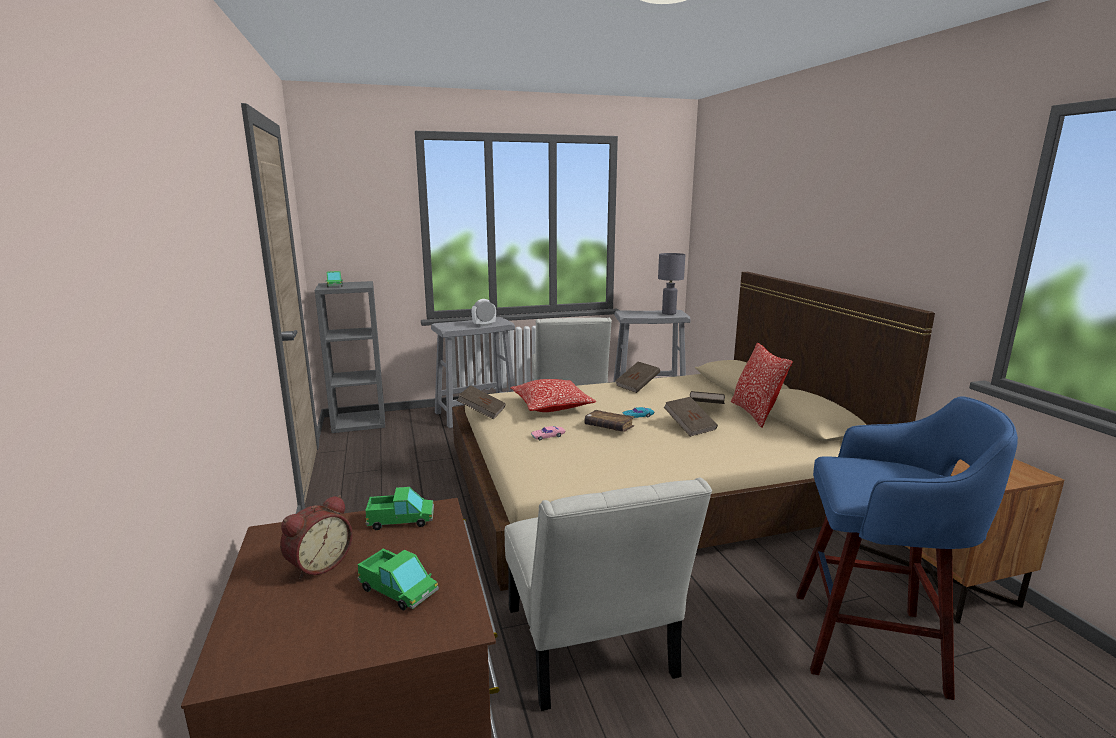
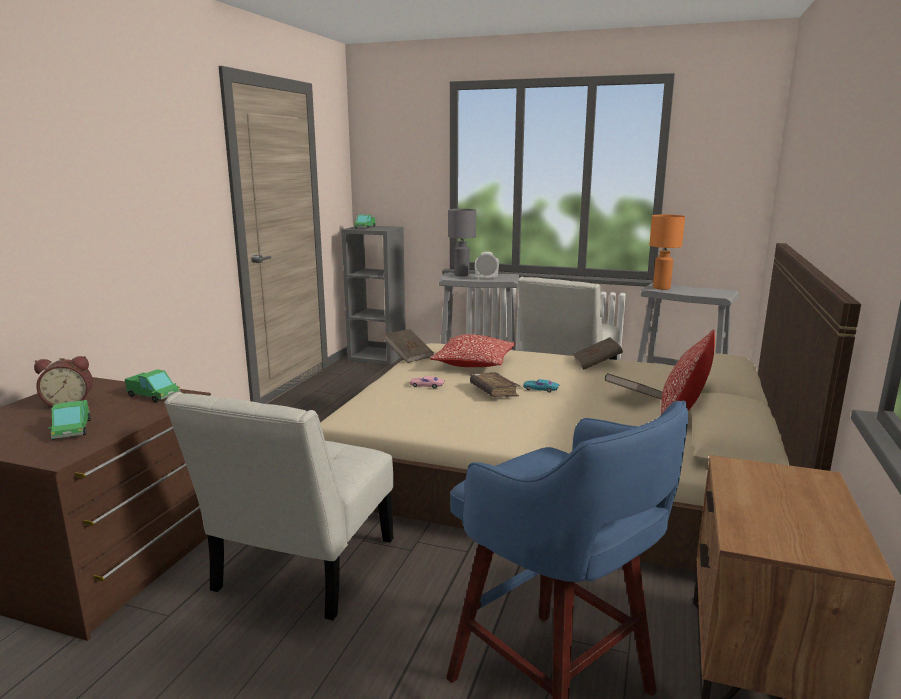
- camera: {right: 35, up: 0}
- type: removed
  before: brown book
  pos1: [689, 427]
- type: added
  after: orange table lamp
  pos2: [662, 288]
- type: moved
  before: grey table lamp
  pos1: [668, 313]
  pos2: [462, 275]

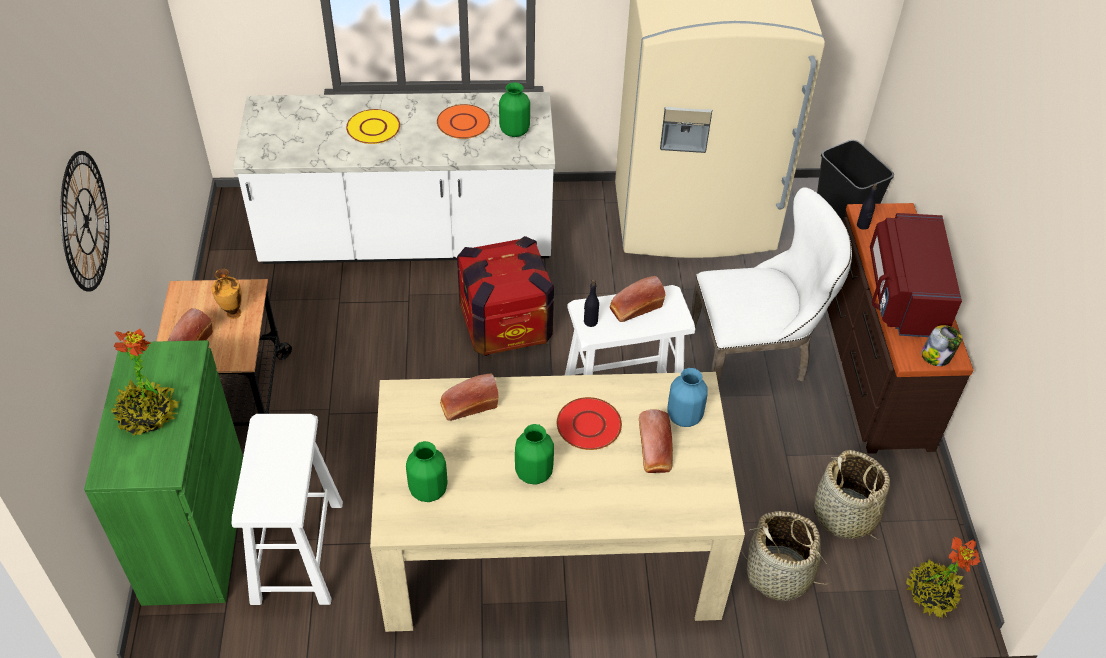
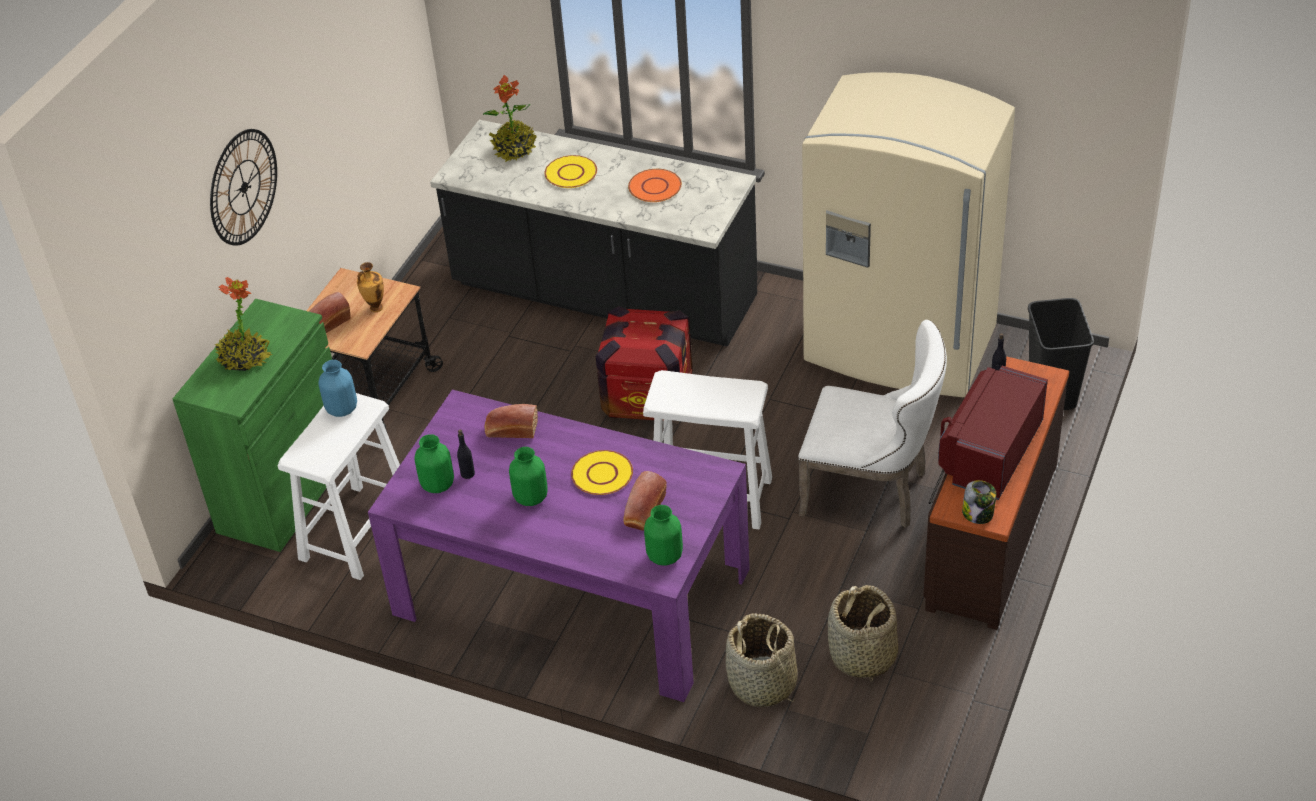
- camera: {right: 30, up: -5}
- type: removed
  before: bread
  pos1: [635, 308]
- type: moved
  before: green vase
  pos1: [514, 131]
  pos2: [664, 556]
- type: moved
  before: black bottle
  pos1: [590, 321]
  pos2: [467, 473]
- type: moved
  before: blue vase
  pos1: [683, 416]
  pos2: [341, 409]
- type: moved
  before: potted plant
  pos1: [931, 594]
  pos2: [514, 149]
- type: recoloured
  before: white counter
  after: black counter
  pos1: [407, 239]
  pos2: [603, 295]
- type: recoloured
  before: beige dining table
  after: purple dining table
  pos1: [550, 543]
  pos2: [572, 591]
- type: recoloured
  before: red plate
  after: yellow plate
  pos1: [588, 425]
  pos2: [601, 474]

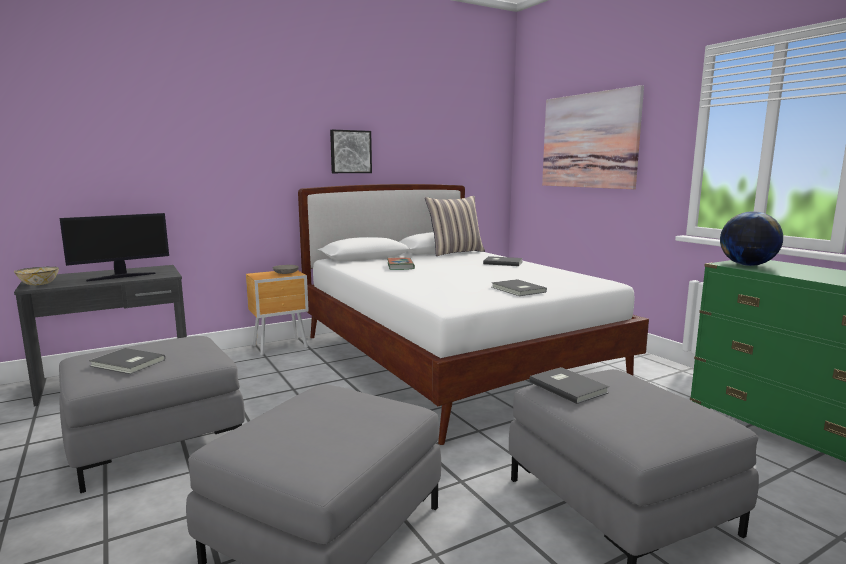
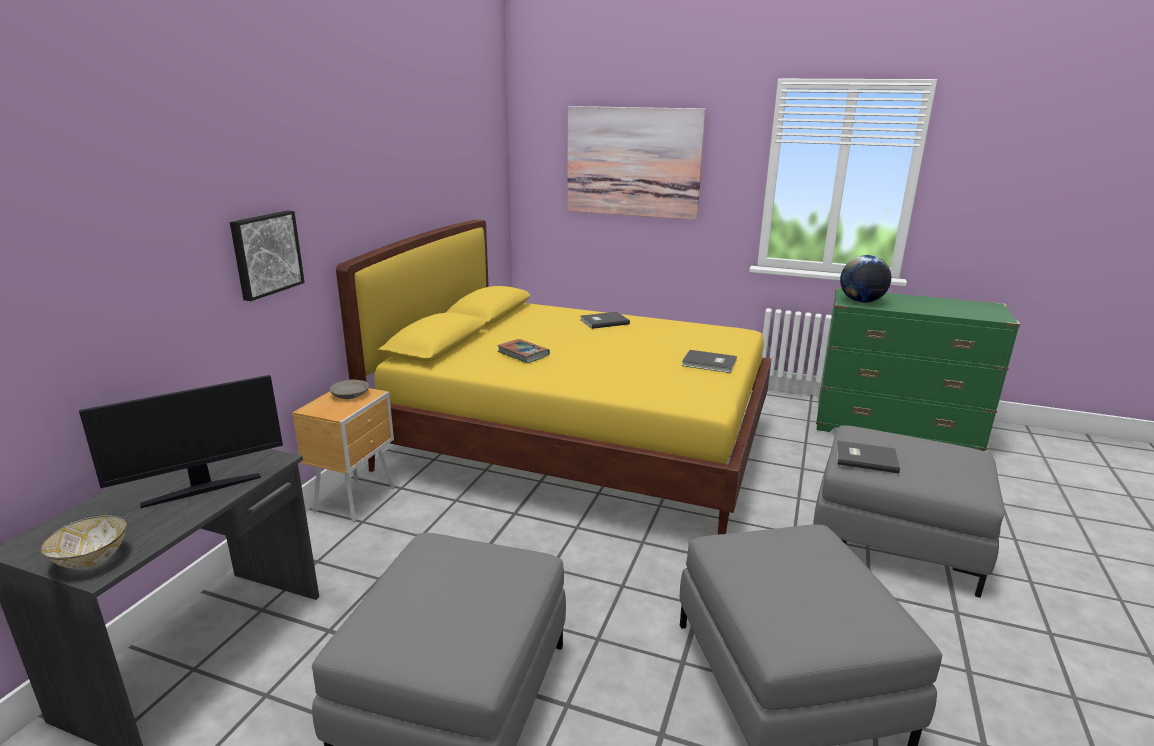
- camera: {right: -40, up: 10}
- type: removed
  before: grey book
  pos1: [127, 363]
- type: removed
  before: pillow
  pos1: [455, 252]
- type: moved
  before: picture
  pos1: [350, 152]
  pos2: [265, 254]
- type: recoloured
  before: white bed
  after: yellow bed
  pos1: [452, 359]
  pos2: [577, 445]
- type: turned
  before: monitor
  pos1: [121, 276]
  pos2: [202, 489]
  turn: 45

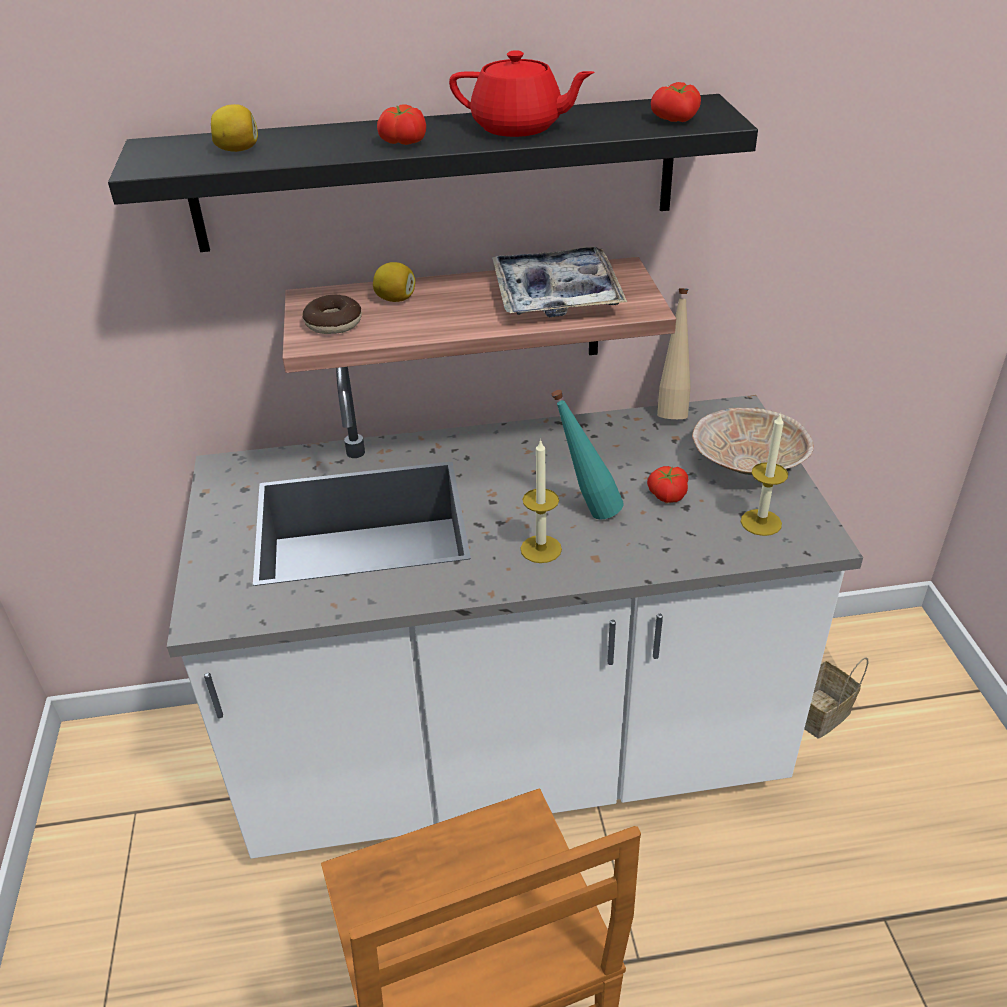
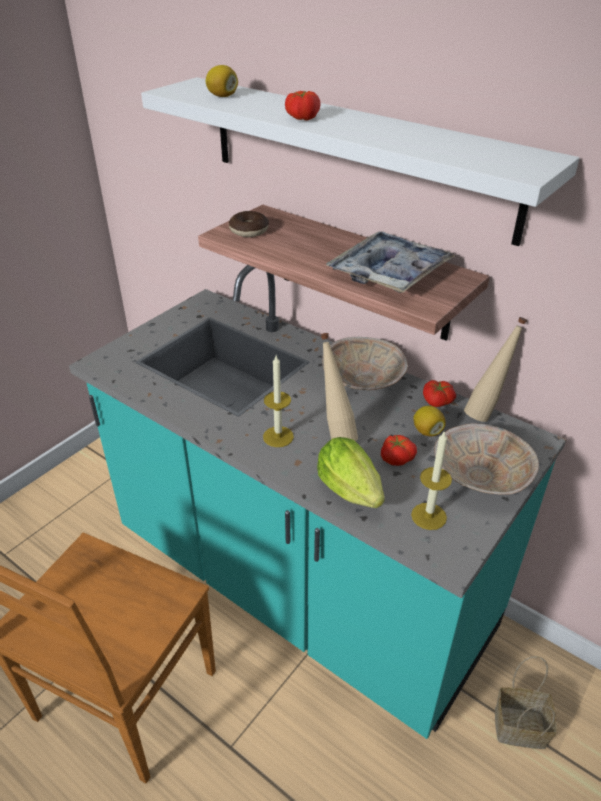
- camera: {right: 45, up: 0}
- type: removed
  before: red teapot
  pos1: [519, 128]
- type: added
  after: lettuce
  pos2: [352, 493]
- type: added
  after: beige bowl
  pos2: [363, 381]
- type: moved
  before: lemon
  pos1: [395, 299]
  pos2: [427, 431]
- type: moved
  before: tomato
  pos1: [676, 120]
  pos2: [437, 402]
- type: recoloured
  before: black shelf
  after: white shelf
  pos1: [436, 174]
  pos2: [355, 155]
- type: recoloured
  before: white counter
  after: turquoise counter
  pos1: [512, 756]
  pos2: [300, 583]
- type: recoloured
  before: turquoise bottle
  after: beige bottle
  pos1: [586, 511]
  pos2: [335, 434]

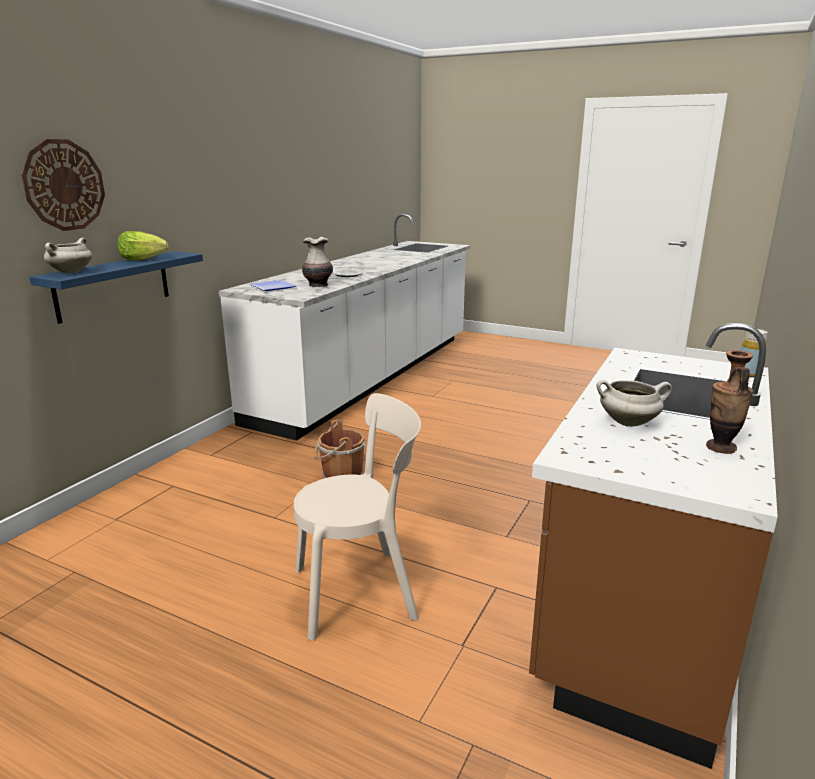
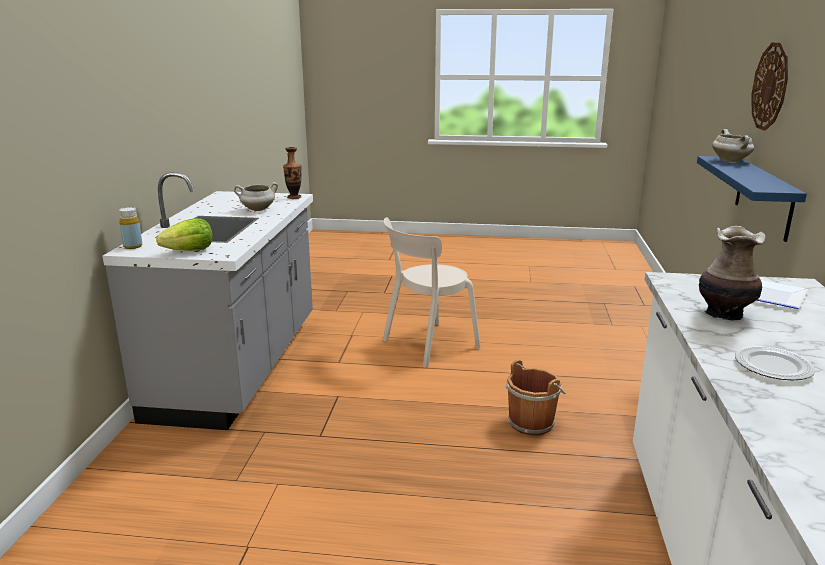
- camera: {right: 160, up: 0}
- type: moved
  before: lettuce
  pos1: [142, 260]
  pos2: [190, 251]
- type: moved
  before: vase
  pos1: [721, 447]
  pos2: [294, 197]
- type: recoloured
  before: brown counter
  after: grey counter
  pos1: [638, 609]
  pos2: [239, 367]

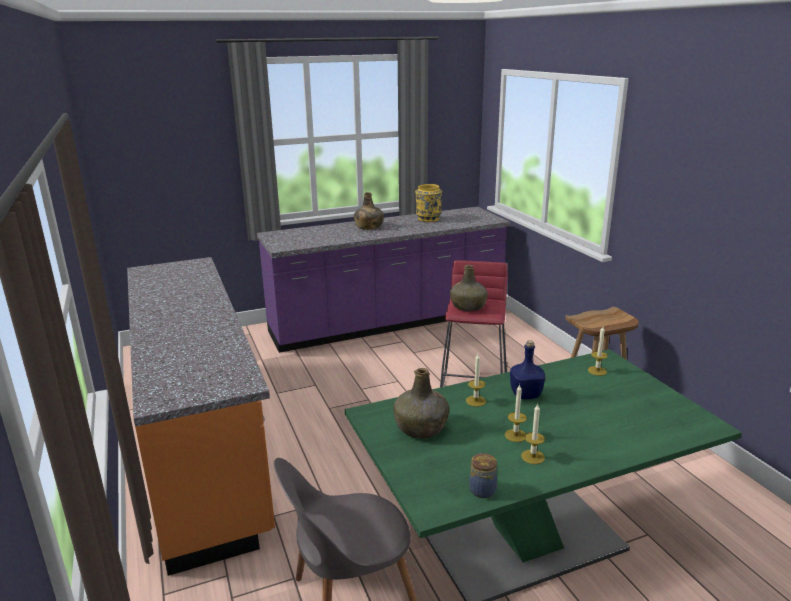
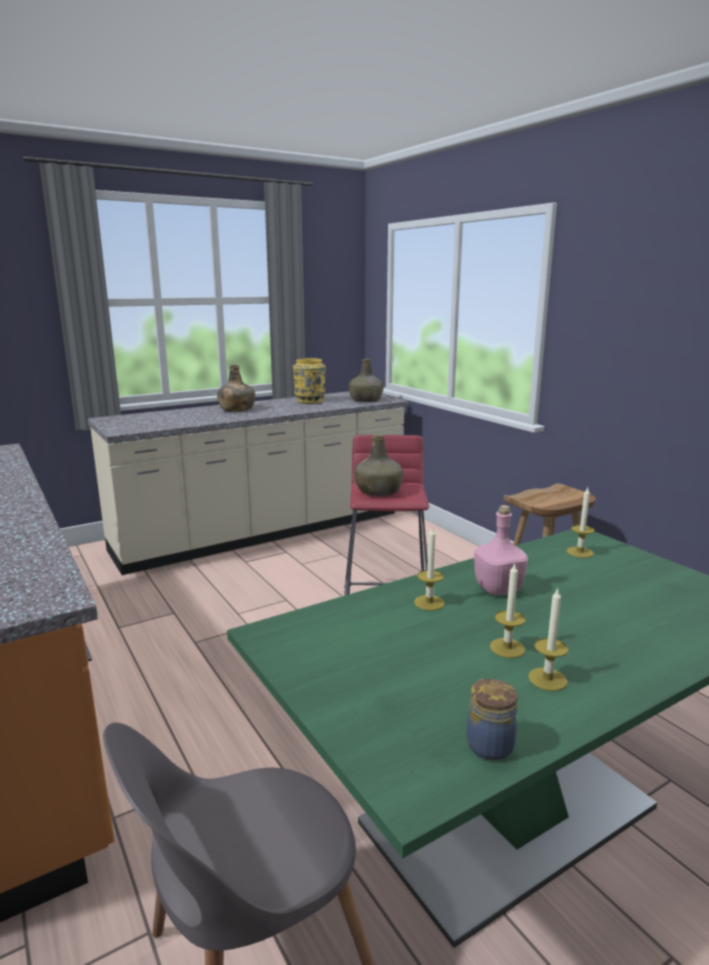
- camera: {right: -10, up: -5}
- type: moved
  before: green bottle
  pos1: [421, 428]
  pos2: [366, 400]
- type: recoloured
  before: purple counter
  after: beige counter
  pos1: [387, 323]
  pos2: [264, 533]
- type: recoloured
  before: blue bottle
  after: pink bottle
  pos1: [525, 395]
  pos2: [497, 589]

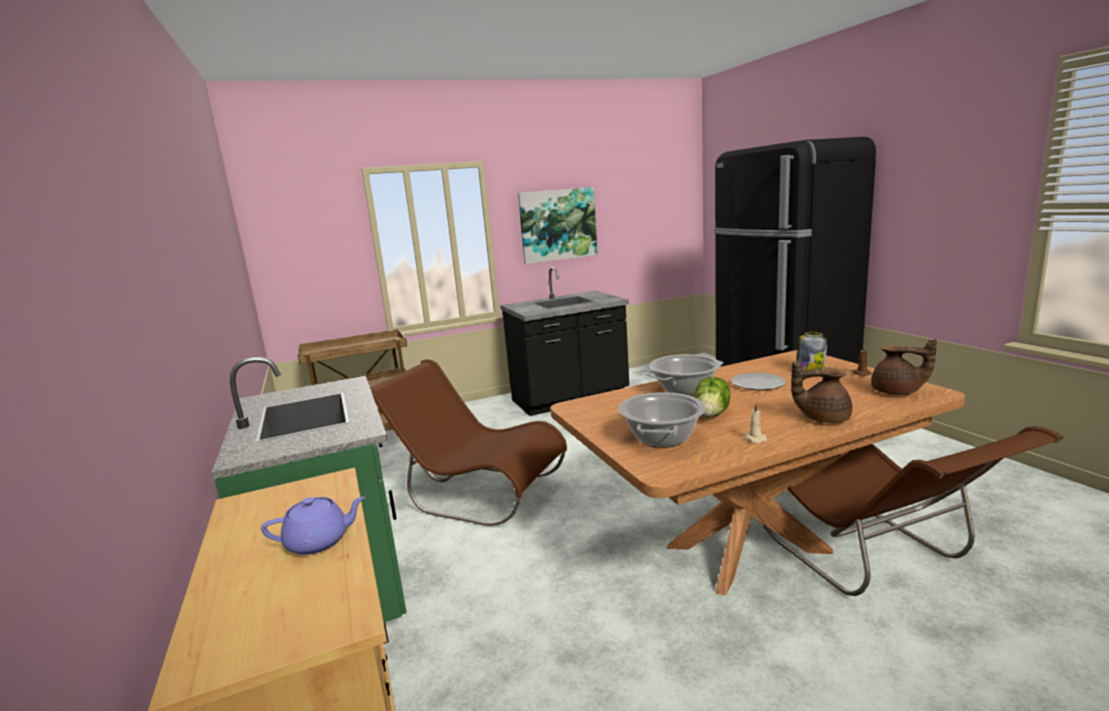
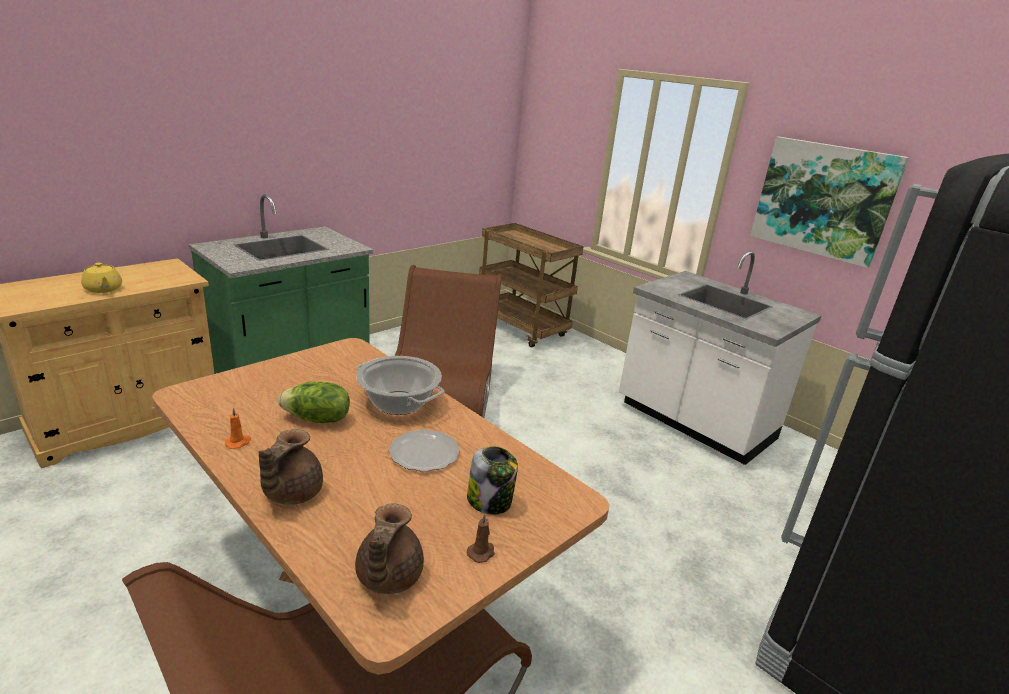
- camera: {right: 65, up: 10}
- type: removed
  before: cooking pot
  pos1: [662, 438]
- type: recoloured
  before: purple teapot
  after: yellow teapot
  pos1: [319, 541]
  pos2: [103, 289]
- type: recoloured
  before: black counter
  after: white counter
  pos1: [570, 399]
  pos2: [694, 422]
- type: recoloured
  before: beige candle
  after: orange candle
  pos1: [754, 439]
  pos2: [238, 442]
- type: turned
  before: brown teapot
  pos1: [822, 418]
  pos2: [291, 493]
  turn: -150

